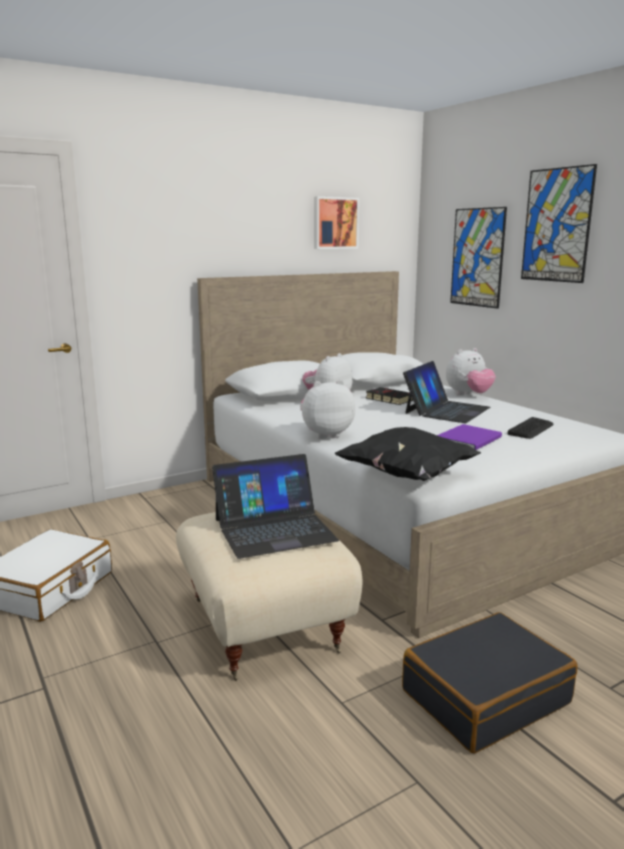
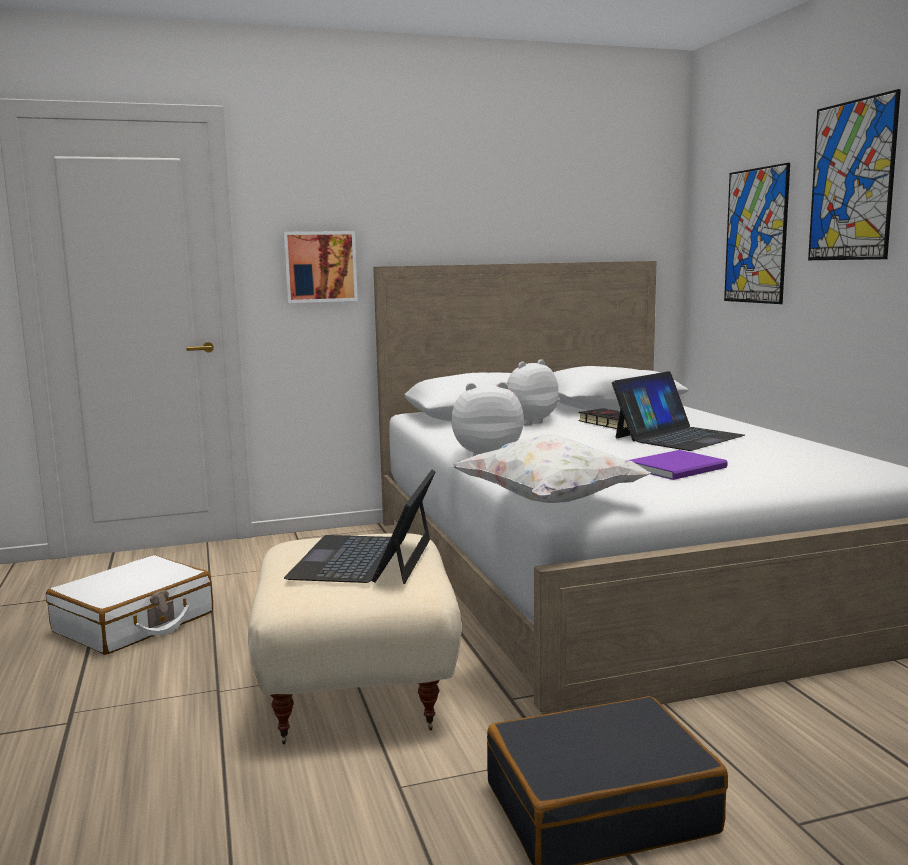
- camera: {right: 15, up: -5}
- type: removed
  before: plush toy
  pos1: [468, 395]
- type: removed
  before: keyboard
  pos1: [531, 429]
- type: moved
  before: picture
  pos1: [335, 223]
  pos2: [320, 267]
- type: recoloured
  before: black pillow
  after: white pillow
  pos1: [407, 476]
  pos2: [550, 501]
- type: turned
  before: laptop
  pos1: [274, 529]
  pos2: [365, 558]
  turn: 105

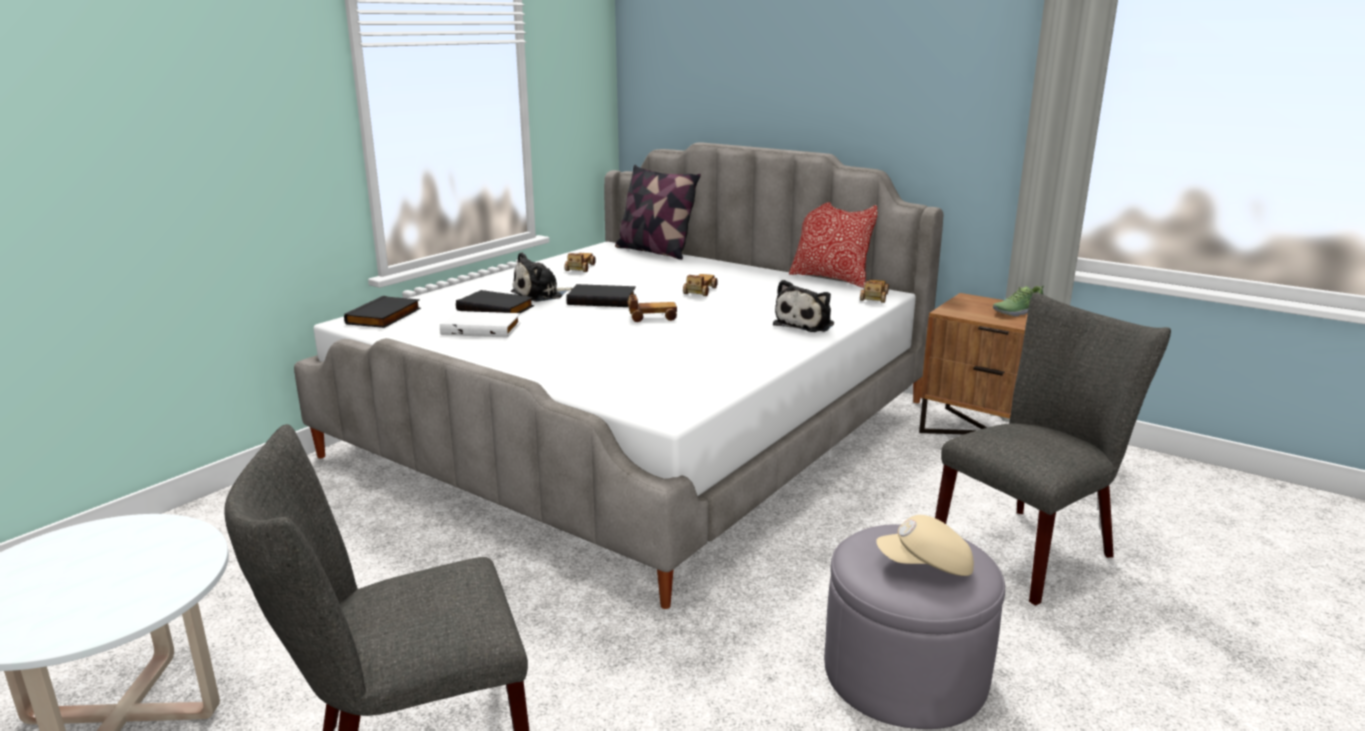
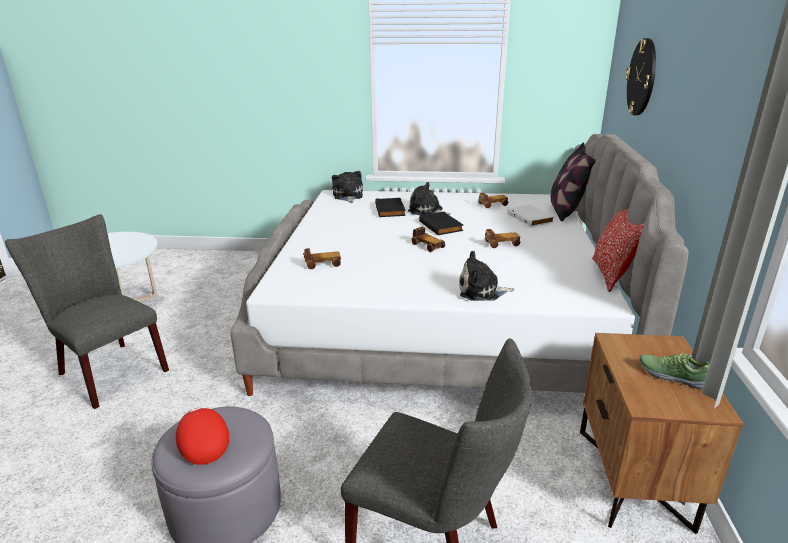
- camera: {right: 60, up: 5}
- type: added
  after: wall clock
  pos2: [642, 77]
- type: moved
  before: white book
  pos1: [482, 328]
  pos2: [531, 218]
- type: moved
  before: toy car
  pos1: [874, 297]
  pos2: [322, 264]
- type: replaced
  before: black book
  after: plush toy
  pos1: [385, 316]
  pos2: [348, 196]
- type: recoloured
  before: beige cap
  after: red cap
  pos1: [925, 567]
  pos2: [202, 443]

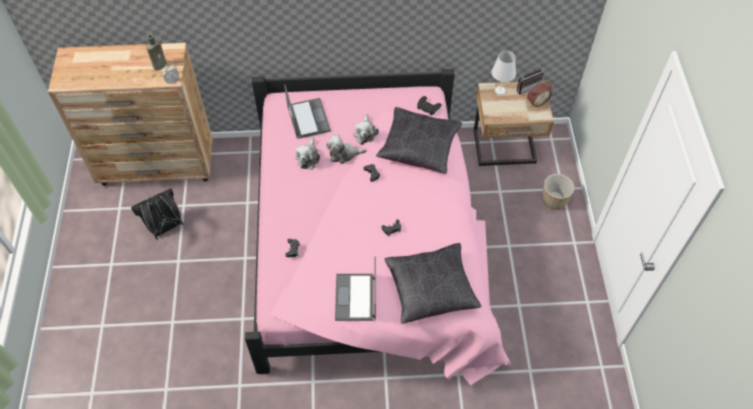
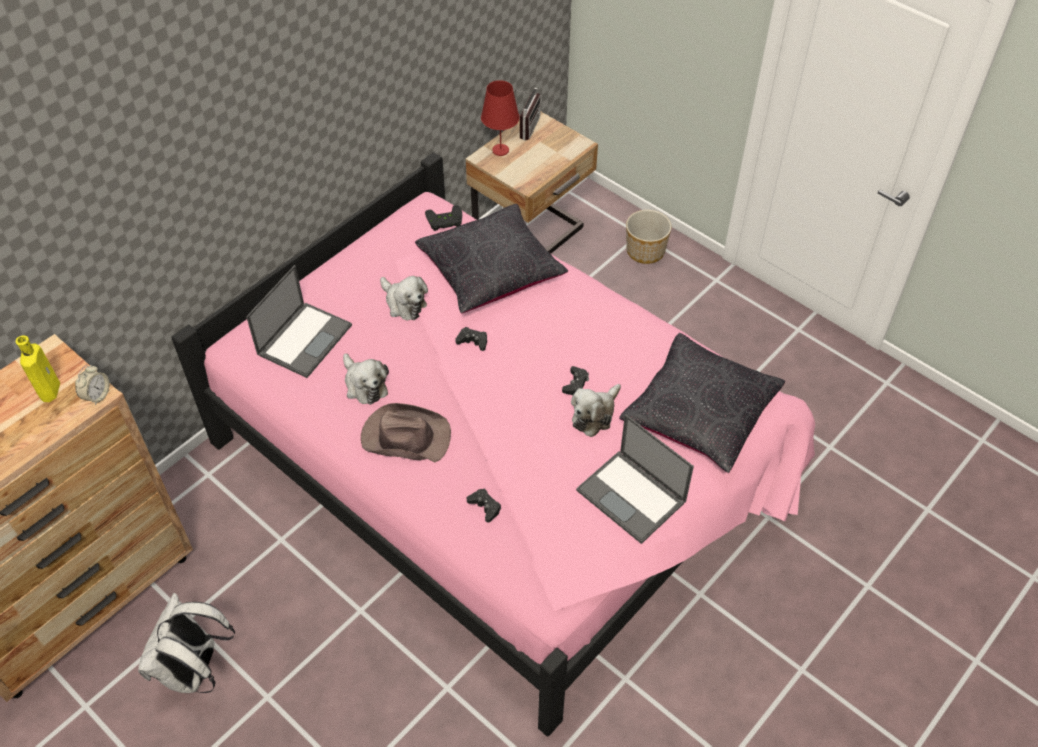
- camera: {right: -45, up: -5}
- type: removed
  before: alarm clock
  pos1: [536, 101]
- type: added
  after: brown hat
  pos2: [405, 436]
- type: moved
  before: plush toy
  pos1: [344, 154]
  pos2: [594, 415]
- type: recoloured
  before: black backpack
  after: white backpack
  pos1: [165, 228]
  pos2: [195, 670]
- type: recoloured
  before: brown bottle
  after: yellow bottle
  pos1: [161, 65]
  pos2: [50, 389]
- type: recoloured
  before: white table lamp
  after: red table lamp
  pos1: [500, 91]
  pos2: [500, 150]
- type: turned
  before: laptop
  pos1: [308, 118]
  pos2: [305, 339]
  turn: 90

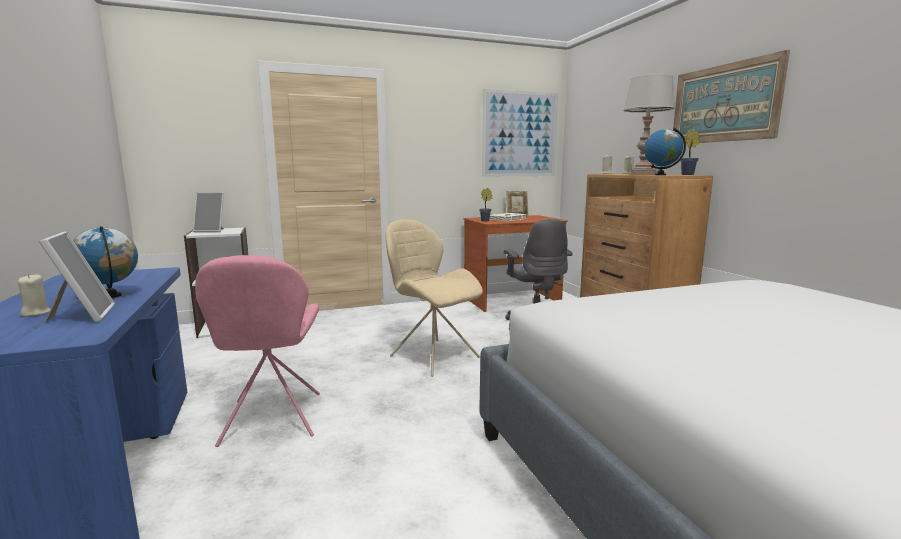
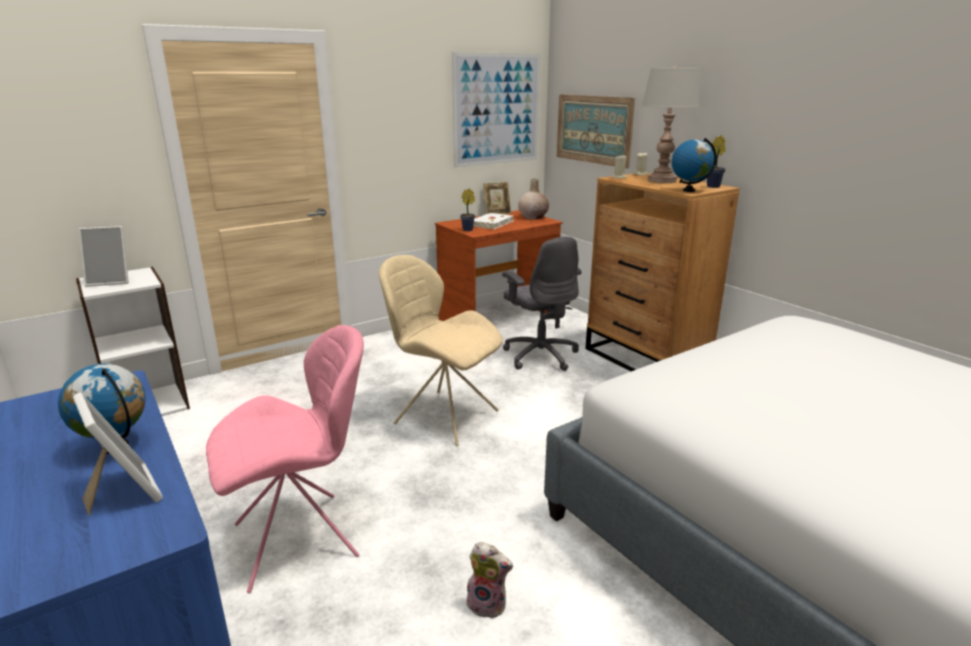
- camera: {right: -15, up: 10}
- type: removed
  before: beige candle
  pos1: [36, 313]
- type: added
  after: plush toy
  pos2: [488, 604]
- type: added
  after: beige vase
  pos2: [533, 217]
- type: moved
  before: picture
  pos1: [724, 103]
  pos2: [593, 129]
- type: turned
  before: pink chair
  pos1: [271, 421]
  pos2: [301, 538]
  turn: -90

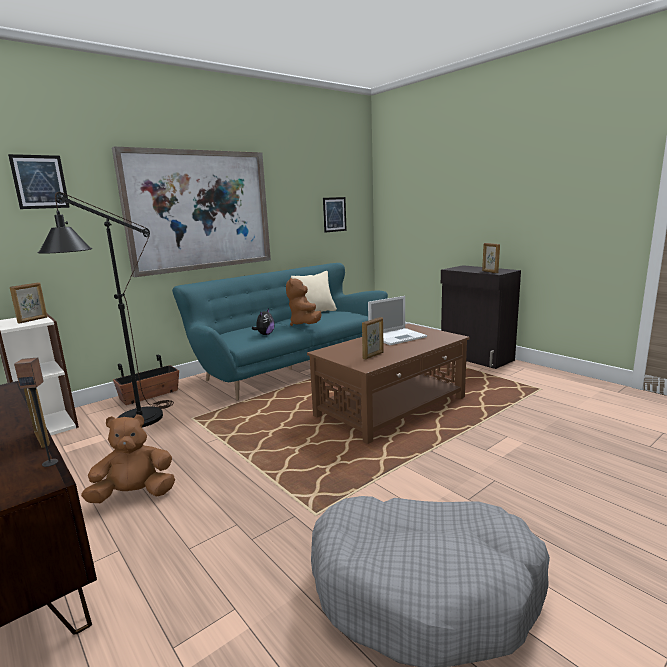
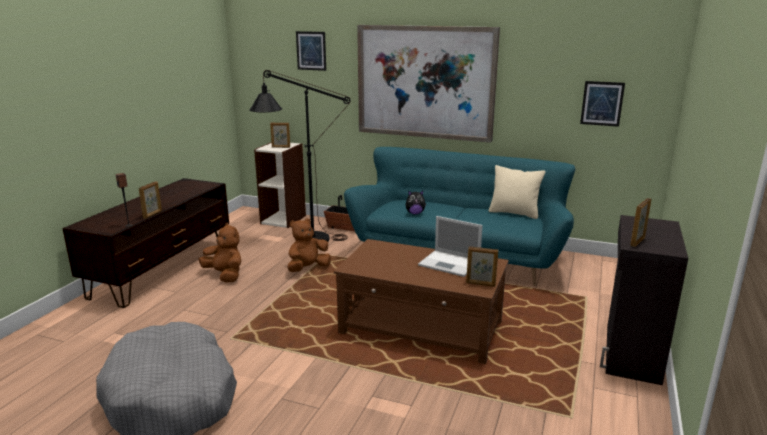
- camera: {right: 60, up: 5}
- type: moved
  before: brown plush toy
  pos1: [305, 324]
  pos2: [308, 268]
- type: moved
  before: picture frame
  pos1: [373, 355]
  pos2: [480, 284]

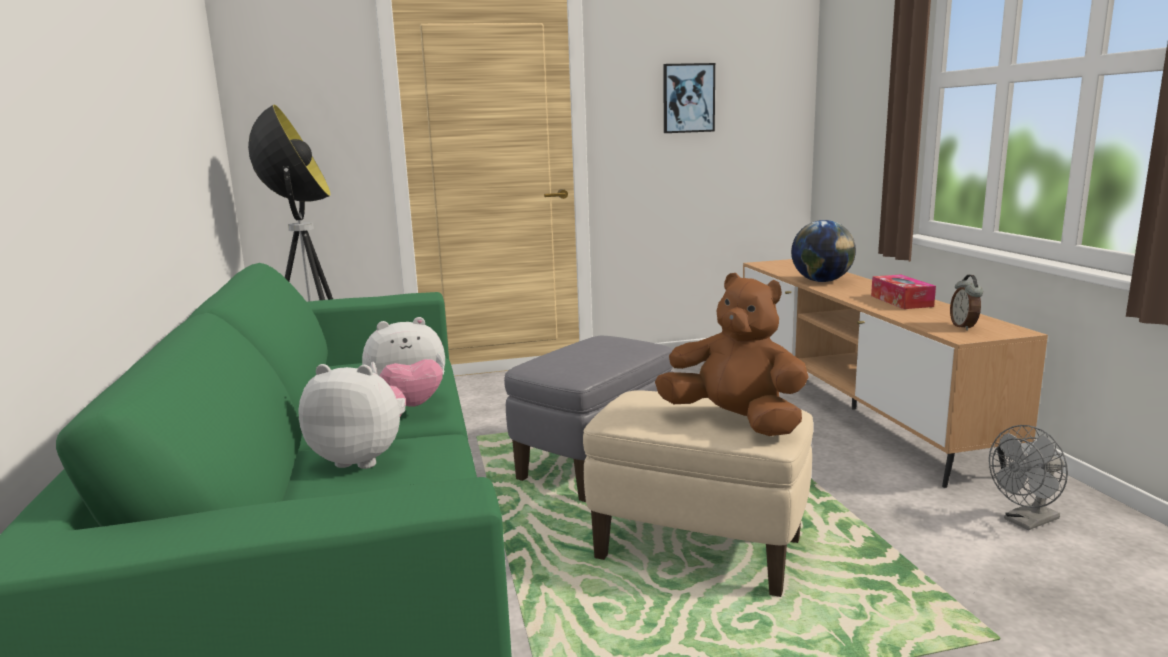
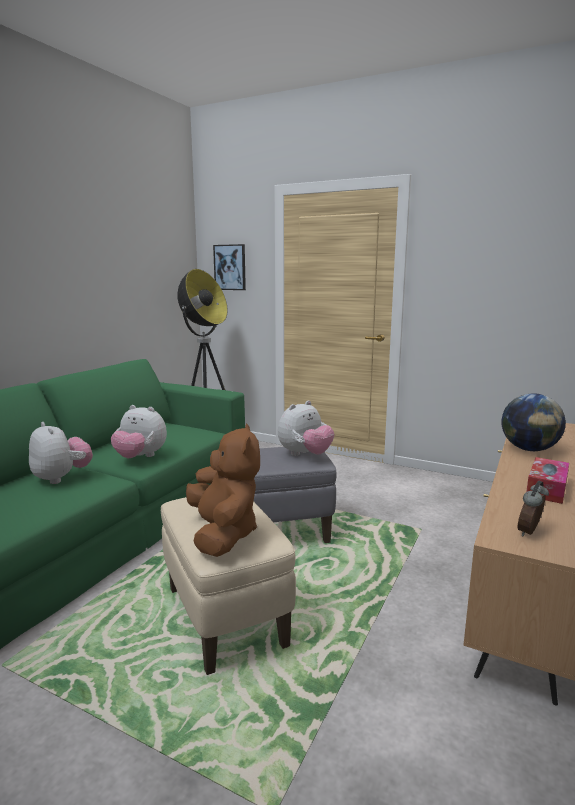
- camera: {right: 40, up: 0}
- type: removed
  before: grey fan
  pos1: [1026, 522]
- type: added
  after: plush toy
  pos2: [305, 455]
- type: moved
  before: picture
  pos1: [688, 98]
  pos2: [230, 267]

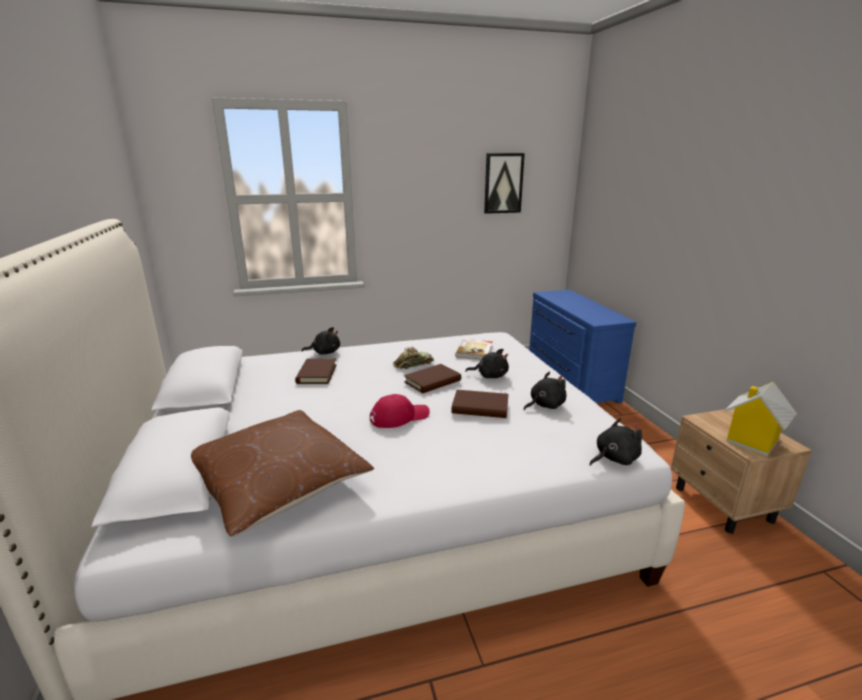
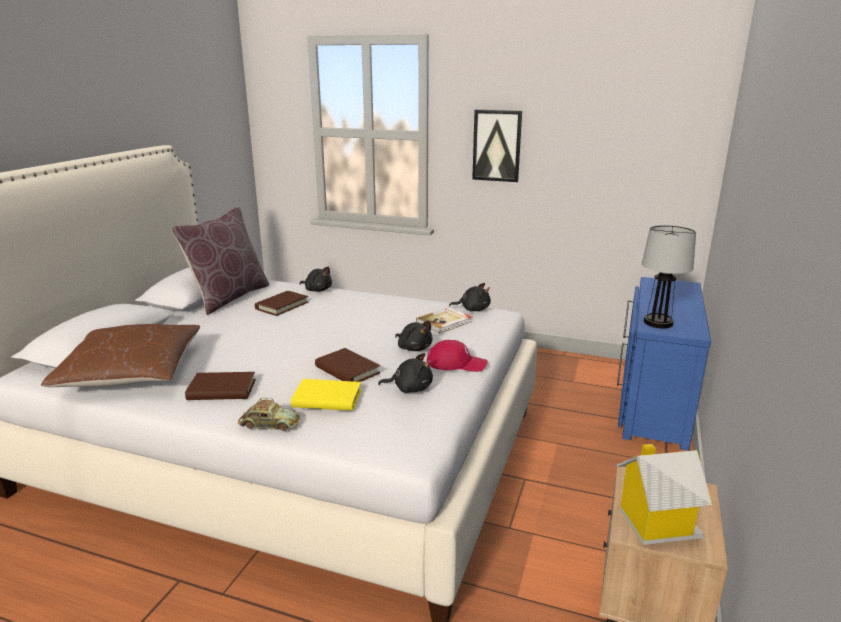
- camera: {right: 35, up: 0}
- type: added
  after: brown pillow
  pos2: [228, 297]
- type: added
  after: yellow book
  pos2: [327, 399]
- type: added
  after: table lamp
  pos2: [658, 323]
- type: moved
  before: red cap
  pos1: [399, 416]
  pos2: [456, 363]
- type: moved
  before: toy car
  pos1: [413, 364]
  pos2: [269, 424]
- type: moved
  before: brown book
  pos1: [432, 381]
  pos2: [221, 390]
- type: moved
  before: picture
  pos1: [503, 183]
  pos2: [497, 145]
- type: moved
  before: black plush toy
  pos1: [614, 458]
  pos2: [473, 309]

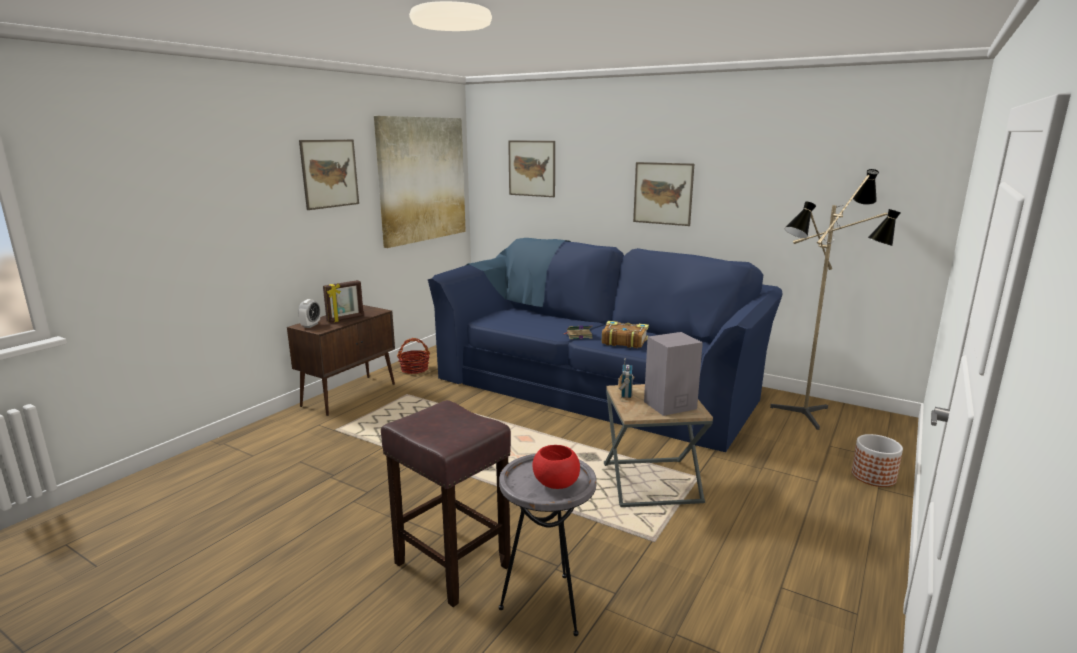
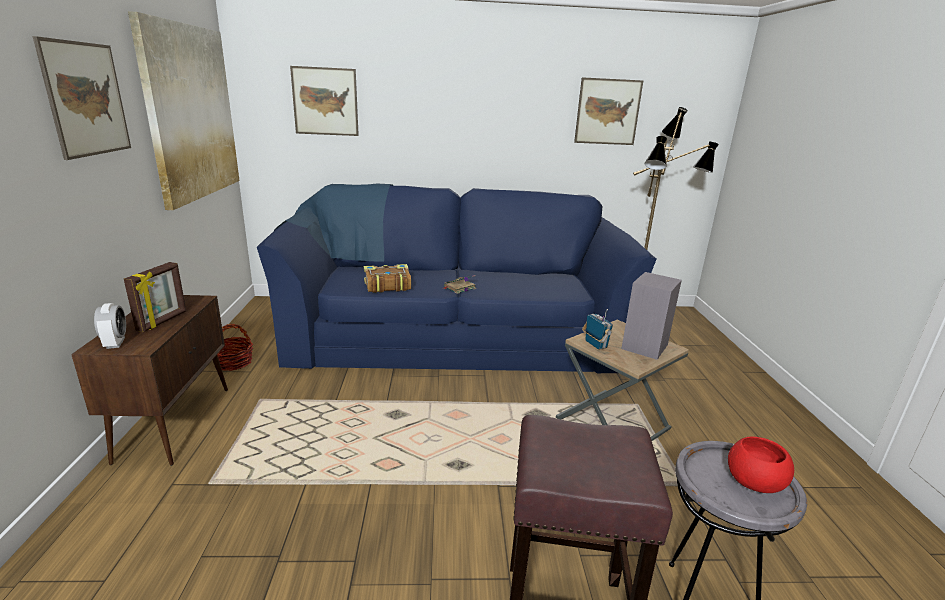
- camera: {right: -35, up: 5}
- type: removed
  before: planter
  pos1: [873, 476]
- type: moved
  before: book
  pos1: [624, 341]
  pos2: [386, 285]
- type: moved
  before: picture
  pos1: [663, 193]
  pos2: [607, 112]

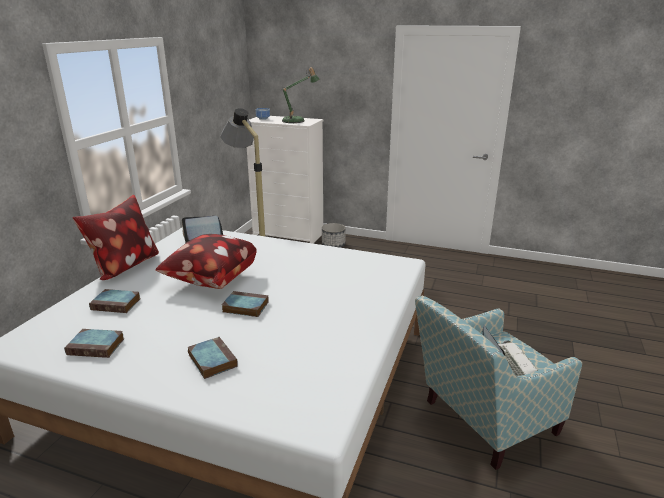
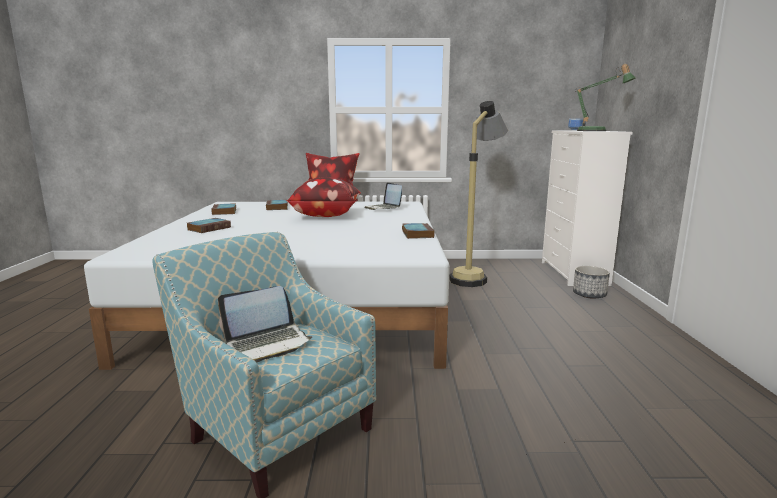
- camera: {right: 70, up: -10}
- type: moved
  before: book
  pos1: [244, 307]
  pos2: [417, 234]

